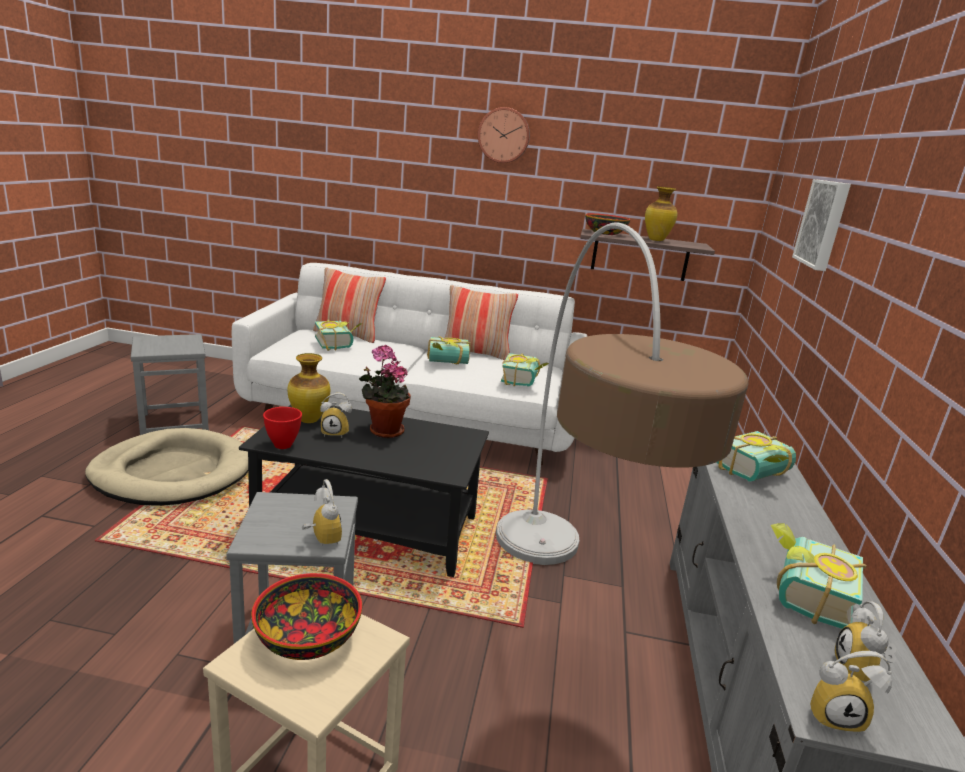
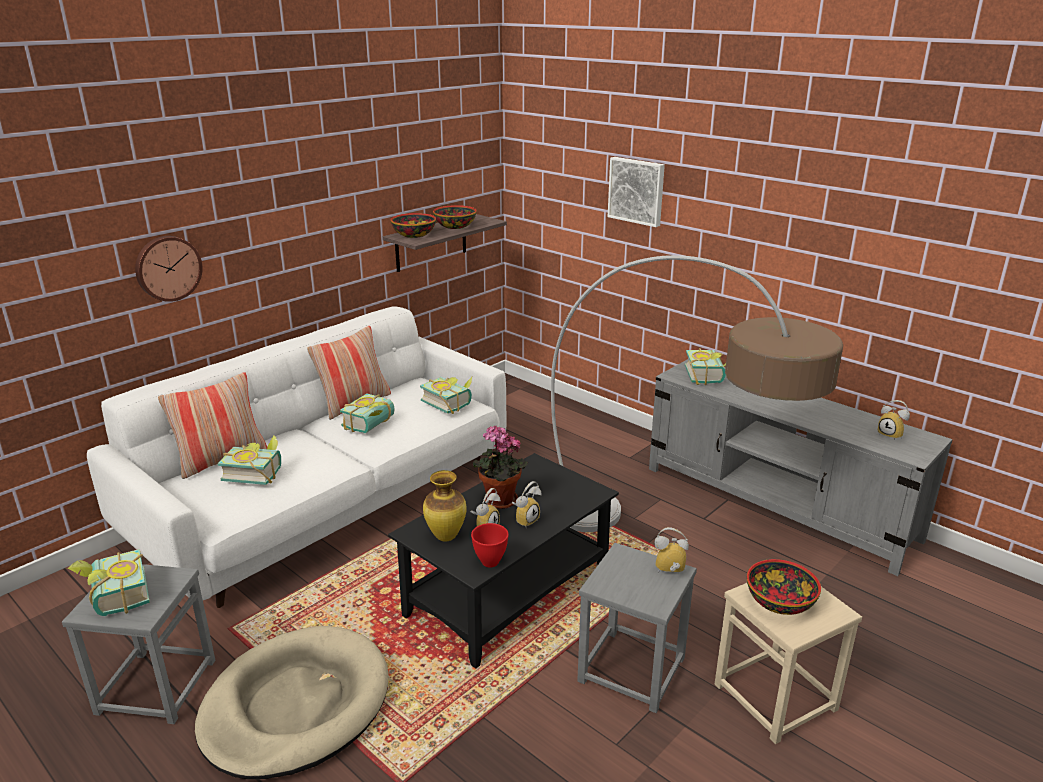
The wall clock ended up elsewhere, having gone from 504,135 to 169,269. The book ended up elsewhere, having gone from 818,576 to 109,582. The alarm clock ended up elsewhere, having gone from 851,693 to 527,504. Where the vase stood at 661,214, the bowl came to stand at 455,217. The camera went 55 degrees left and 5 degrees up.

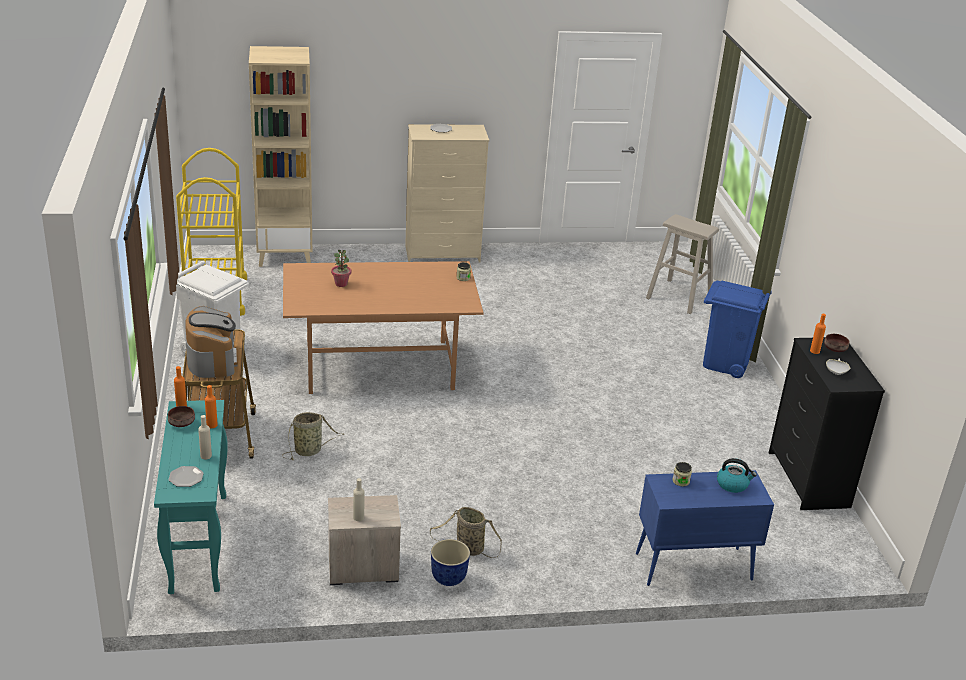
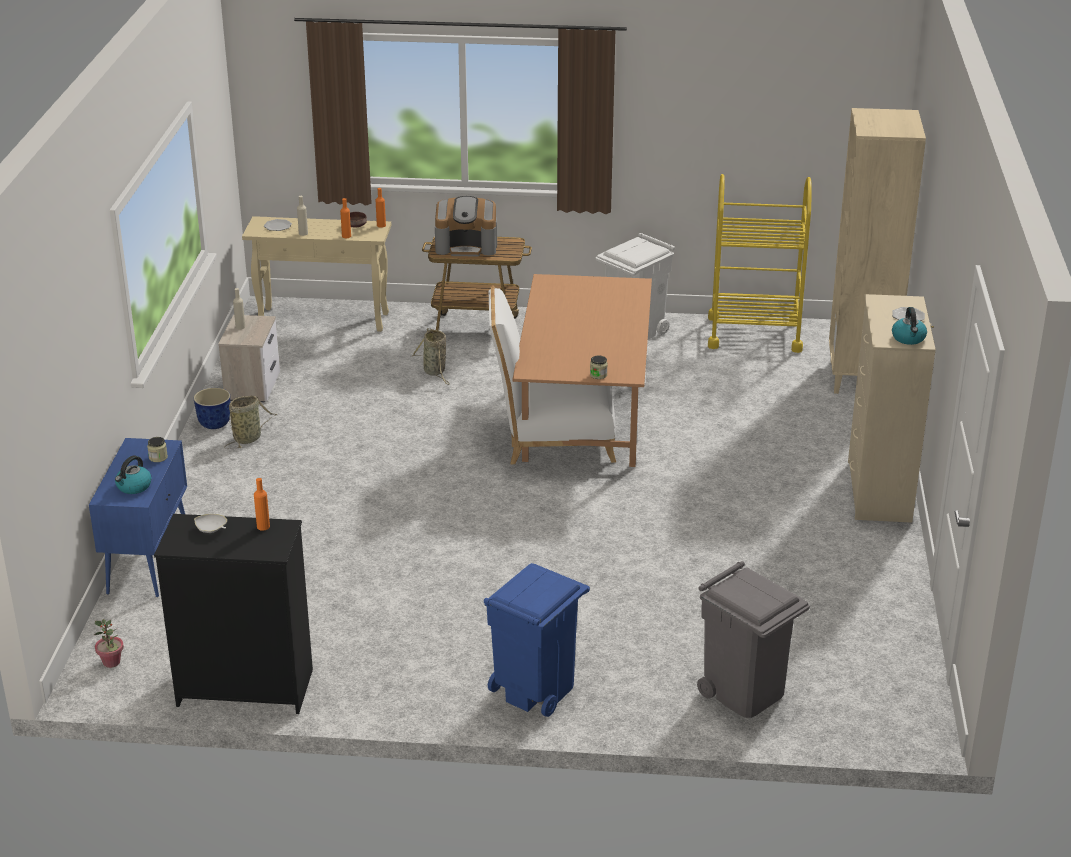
The second view lost the brown bowl at 836,343. The second view gained the white chair at 552,374. The second view gained the kettle at 909,326. The potted plant ended up elsewhere, having gone from 341,268 to 109,643. Where the beige stool stood at 682,264, the grey trash can came to stand at 753,639. What was the turquoise console table at 191,497 turned into the beige console table at 316,274. The camera went 105 degrees right and 0 degrees up.

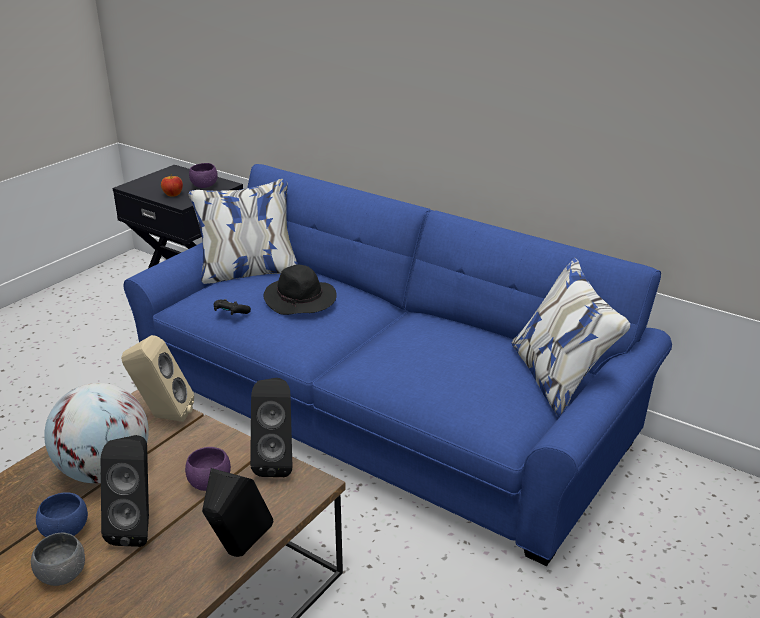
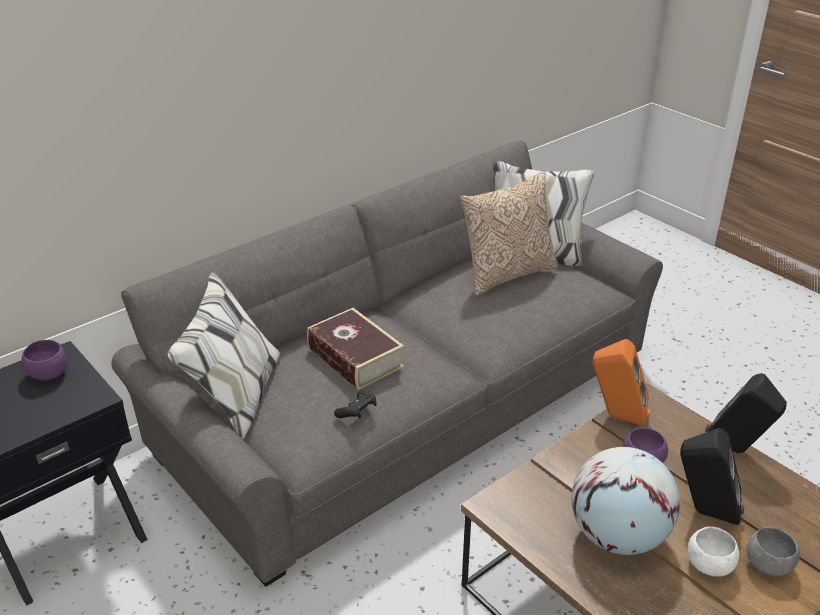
The second view lost the beige speaker at 157,378. The second view lost the apple at 172,185. The second view gained the pillow at 509,233. Where the black hat stood at 300,290, the book came to stand at 355,349. What was the blue bowl at 62,514 turned into the white bowl at 713,551. What was the blue sofa at 397,365 turned into the grey sofa at 387,364. What was the black speaker at 271,427 turned into the orange speaker at 622,382. The camera went 75 degrees left and 5 degrees up.

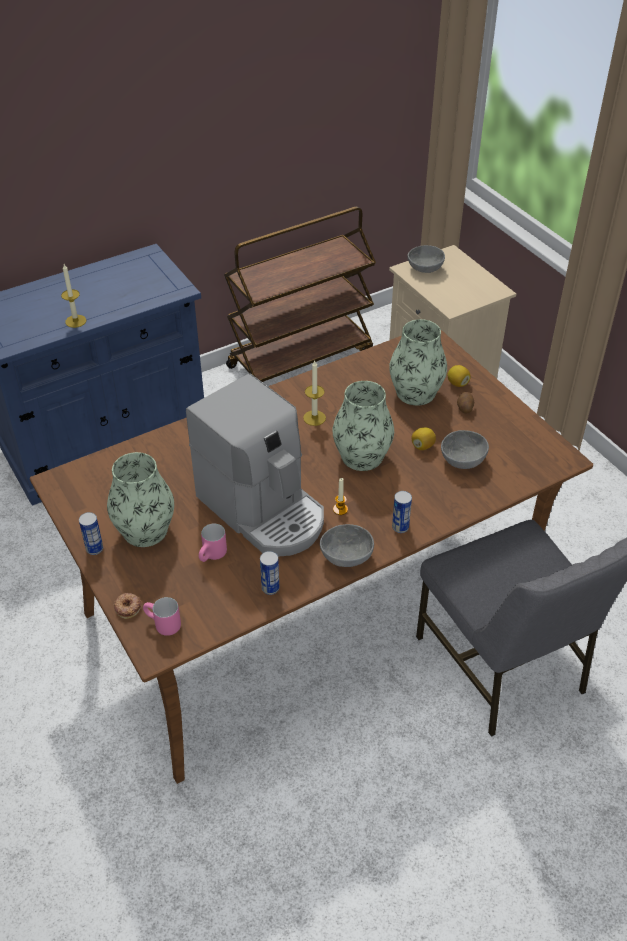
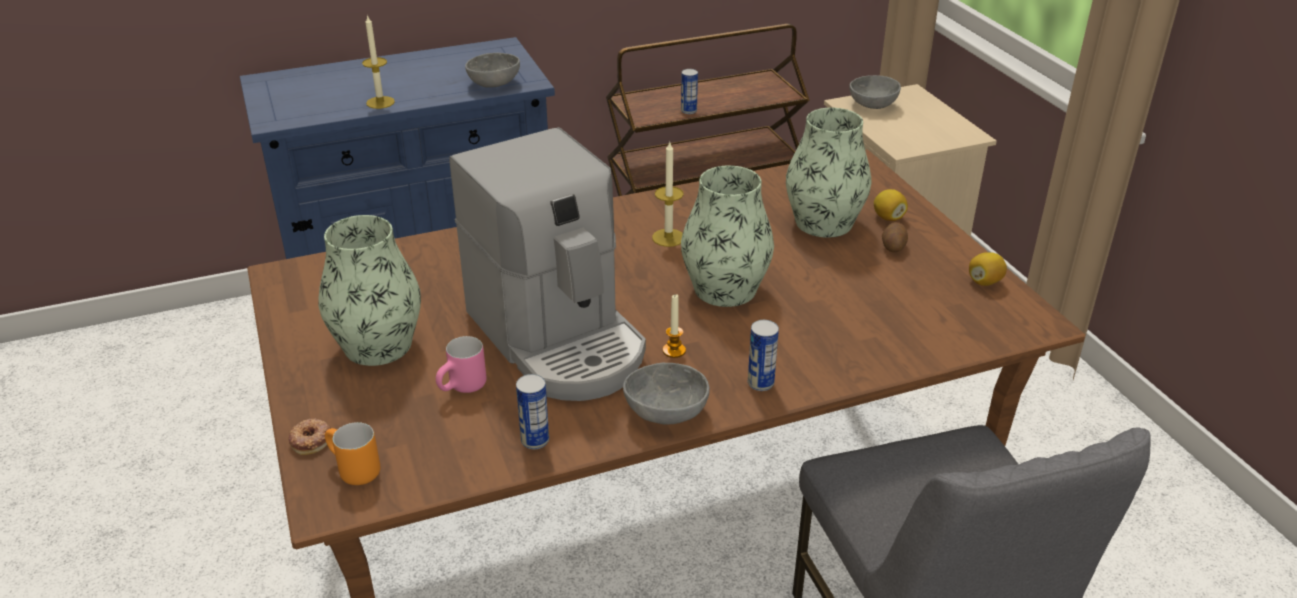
The can ended up elsewhere, having gone from 91,533 to 689,91. The lemon ended up elsewhere, having gone from 424,438 to 988,269. The grey bowl ended up elsewhere, having gone from 465,449 to 492,70. What was the pink mug at 162,616 turned into the orange mug at 352,453. The camera went 10 degrees right and 10 degrees down.

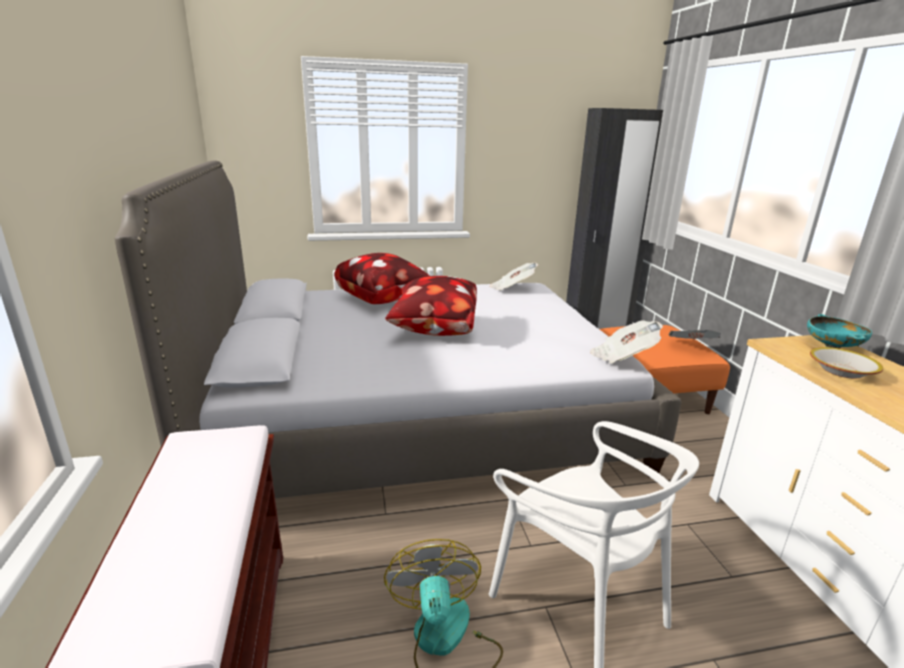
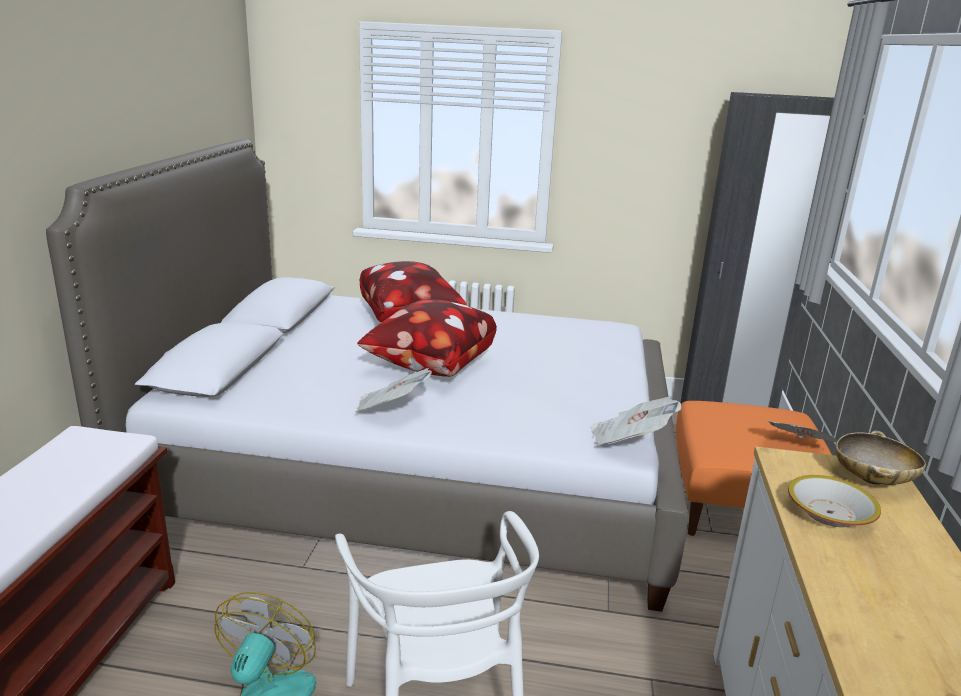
The newspaper ended up elsewhere, having gone from 514,277 to 393,390. What was the turquoise bowl at 839,331 turned into the beige bowl at 880,458. The camera went 20 degrees right and 0 degrees up.

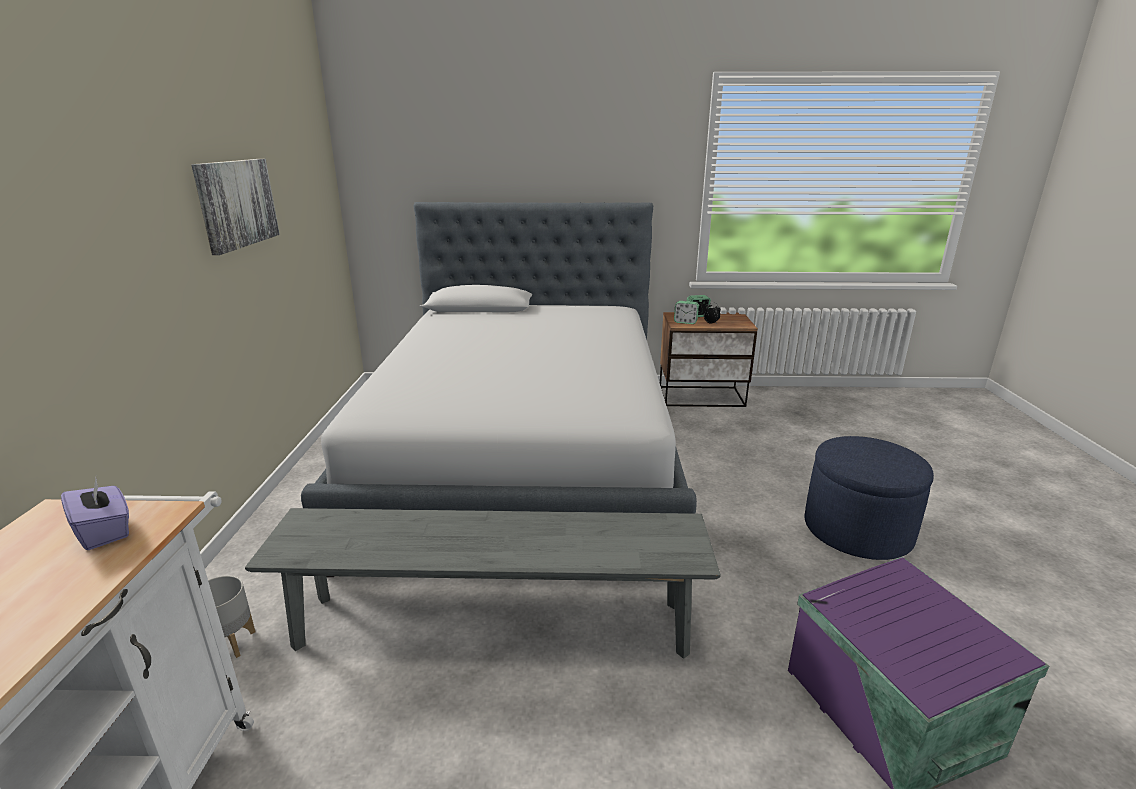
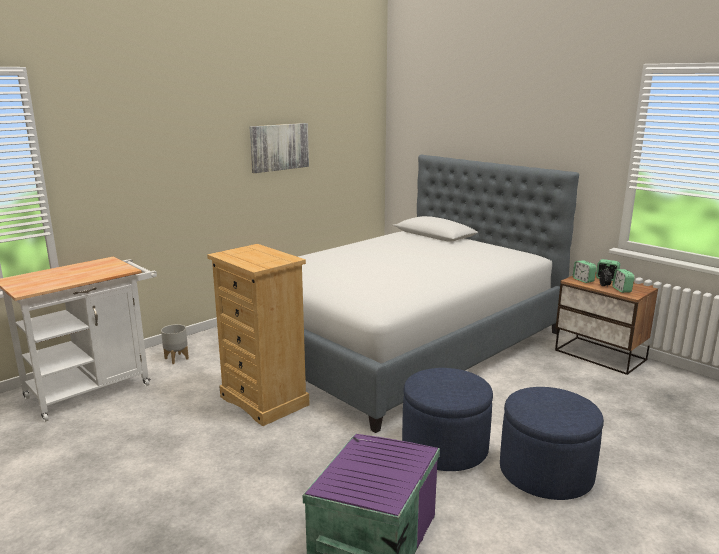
The second view lost the purple tissue box at 95,514. The second view gained the blue ottoman at 447,419. The second view gained the alarm clock at 623,281. Where the grey bench stood at 483,583, the beige dresser came to stand at 258,335. The camera went 45 degrees right and 5 degrees down.

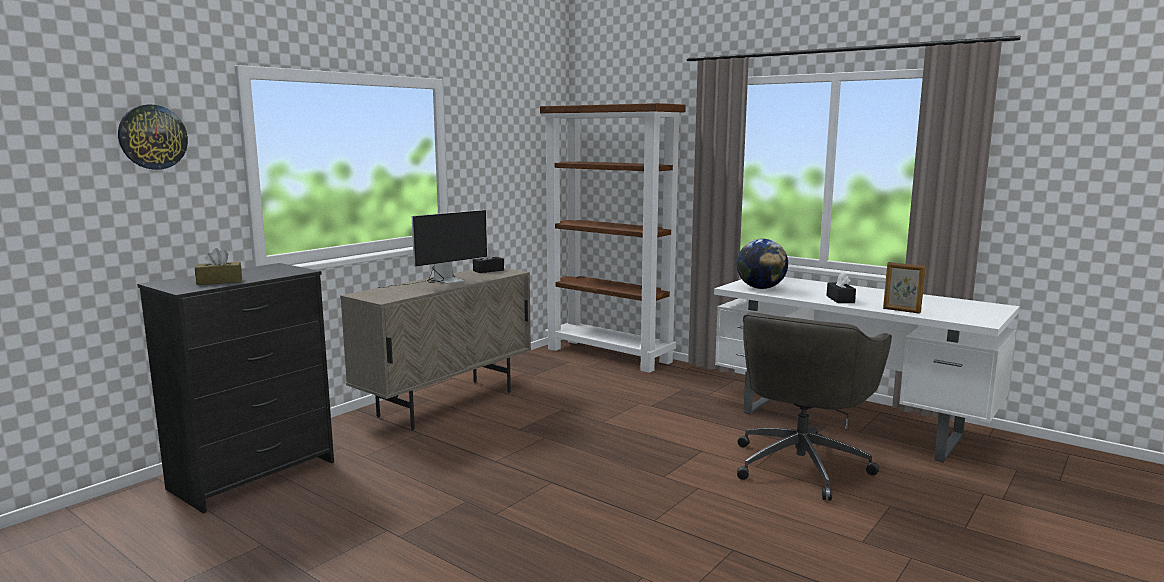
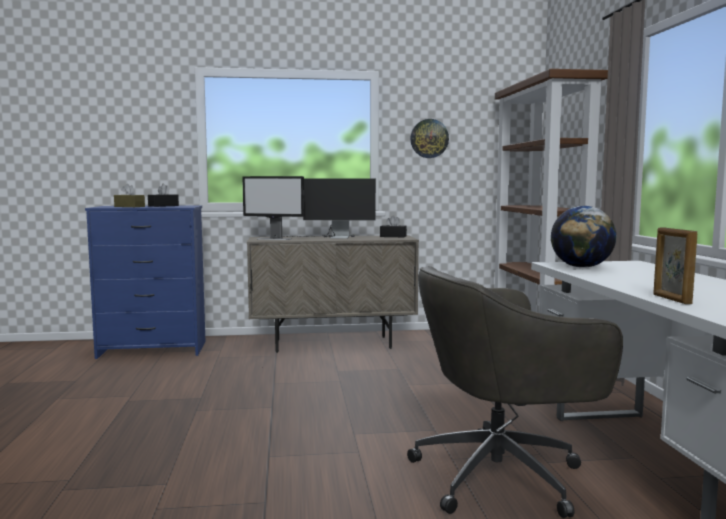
The second view gained the monitor at 273,208. The wall clock ended up elsewhere, having gone from 153,137 to 429,138. The black tissue box ended up elsewhere, having gone from 841,287 to 163,195. What was the black dresser at 235,388 turned into the blue dresser at 145,282. The camera went 45 degrees right and 5 degrees down.

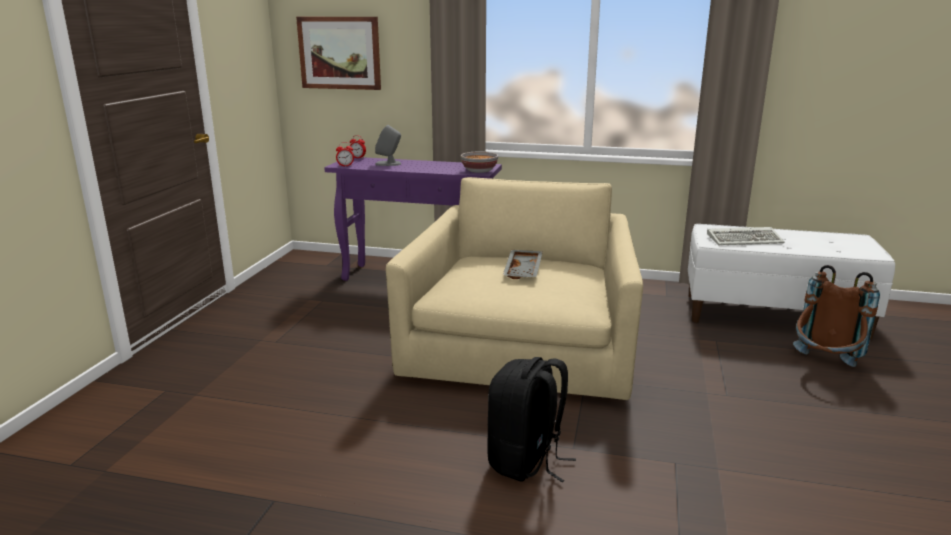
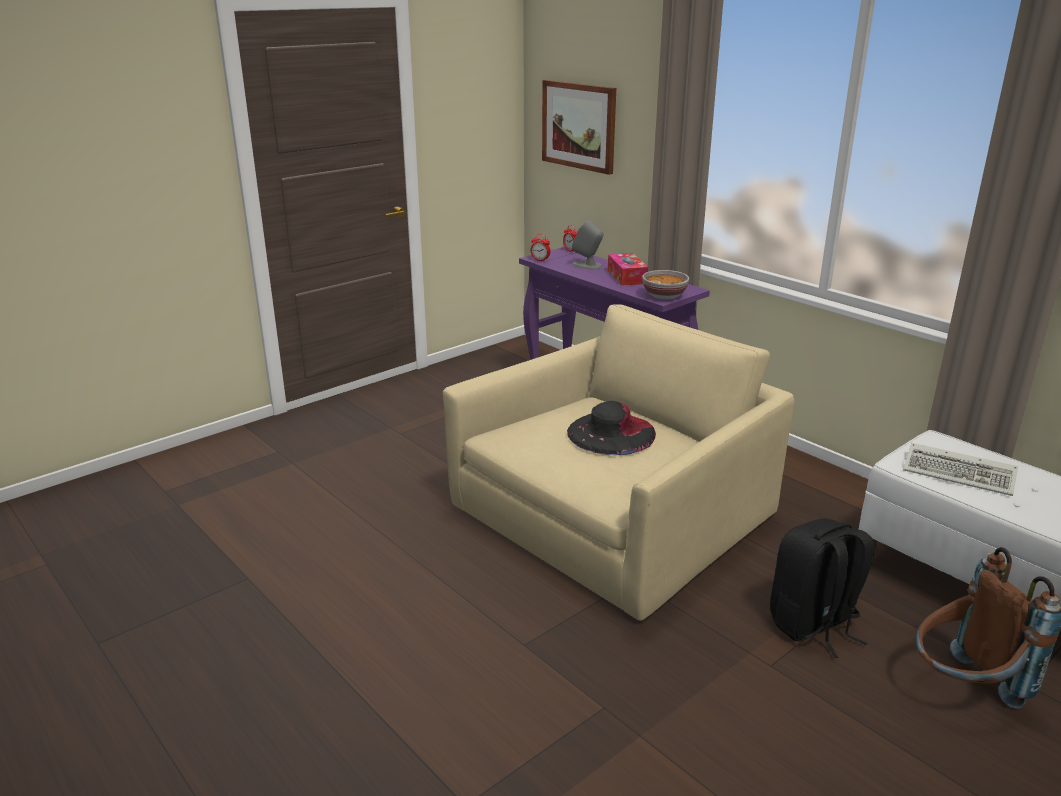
The second view gained the tissue box at 628,269. The black backpack ended up elsewhere, having gone from 532,419 to 822,588. Where the grey tray stood at 523,264, the black hat came to stand at 611,428. The camera went 35 degrees right and 5 degrees up.

